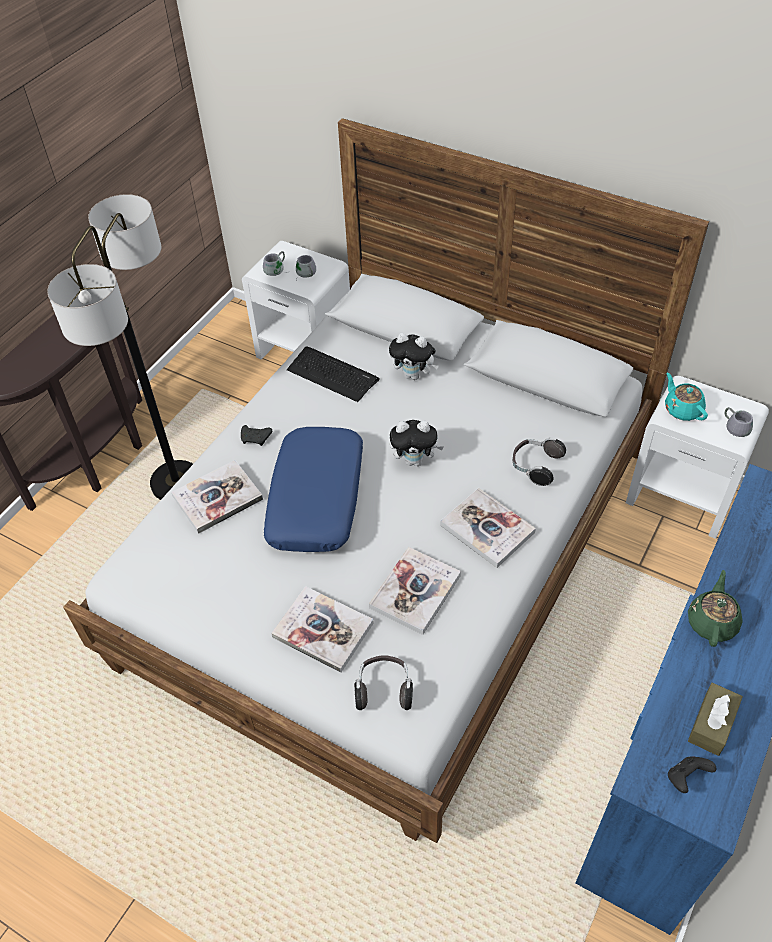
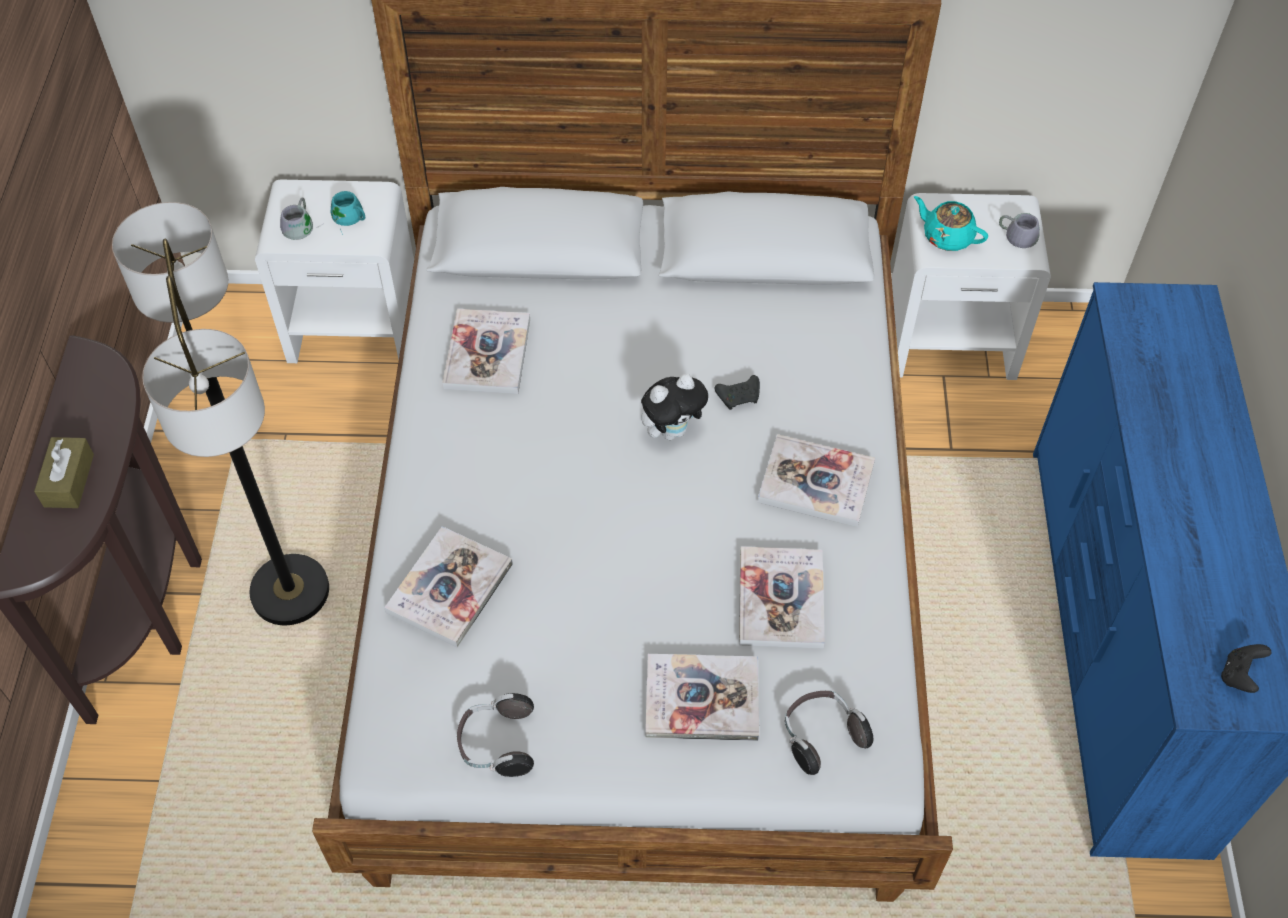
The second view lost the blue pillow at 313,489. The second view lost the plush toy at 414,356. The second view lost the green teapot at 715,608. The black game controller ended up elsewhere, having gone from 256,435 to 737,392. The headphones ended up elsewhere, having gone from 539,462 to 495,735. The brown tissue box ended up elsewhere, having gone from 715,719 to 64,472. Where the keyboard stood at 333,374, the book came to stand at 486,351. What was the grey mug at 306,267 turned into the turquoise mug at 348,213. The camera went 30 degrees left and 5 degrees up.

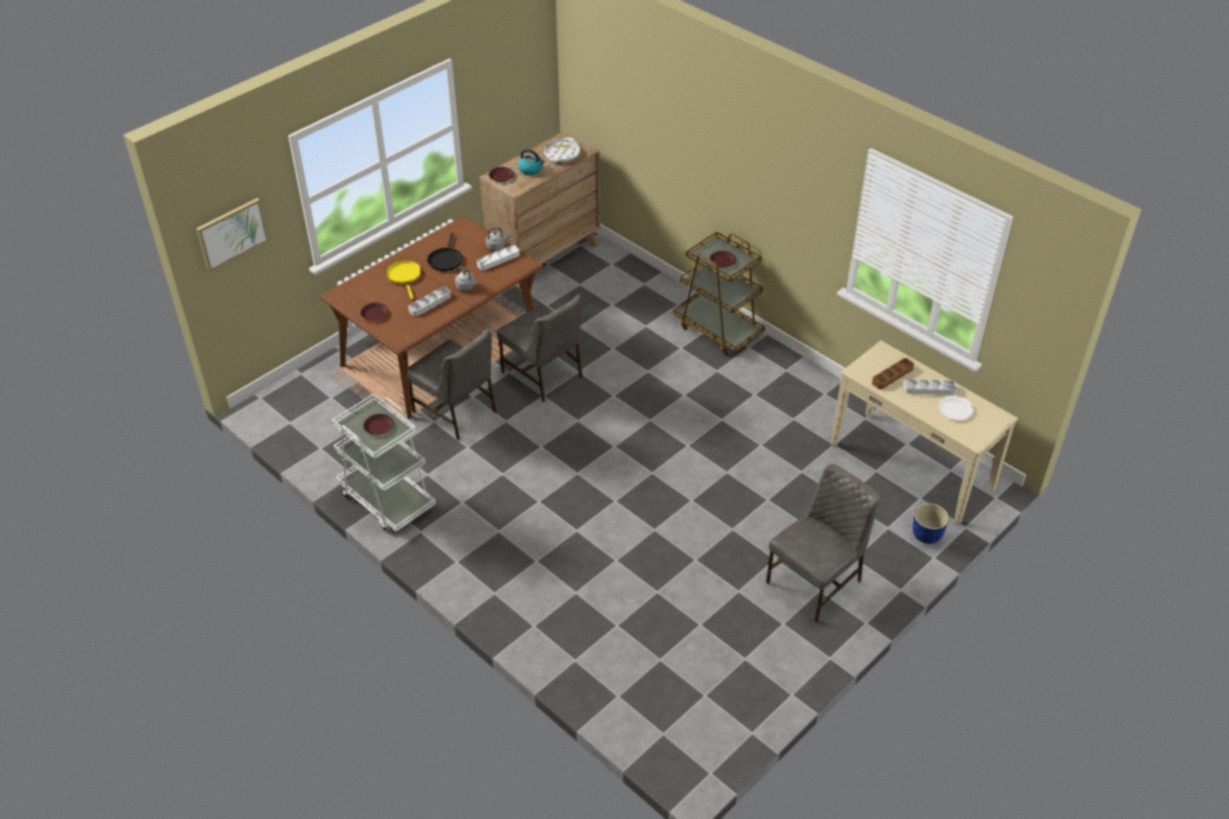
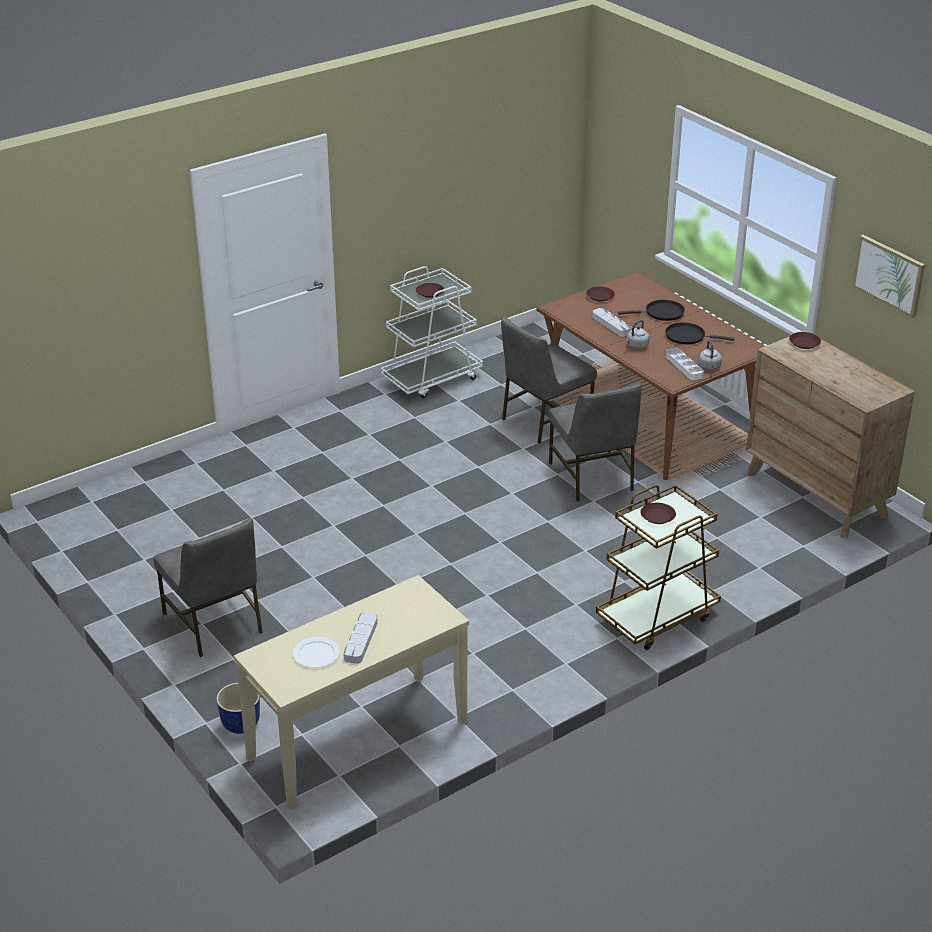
The second view lost the kettle at 531,162. The second view lost the white tray at 562,150. The second view lost the brown tray at 893,373. The picture ended up elsewhere, having gone from 232,235 to 888,276. What was the yellow frying pan at 403,279 turned into the black frying pan at 651,310. The grey chair at 540,348 ended up facing another way, 75 degrees counterclockwise from before. The camera went 100 degrees right and 10 degrees down.

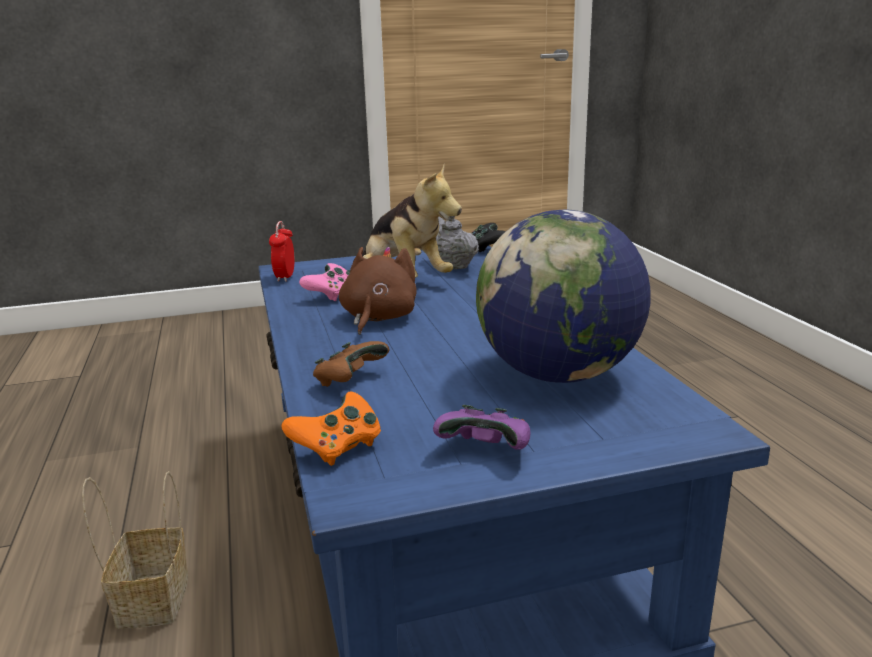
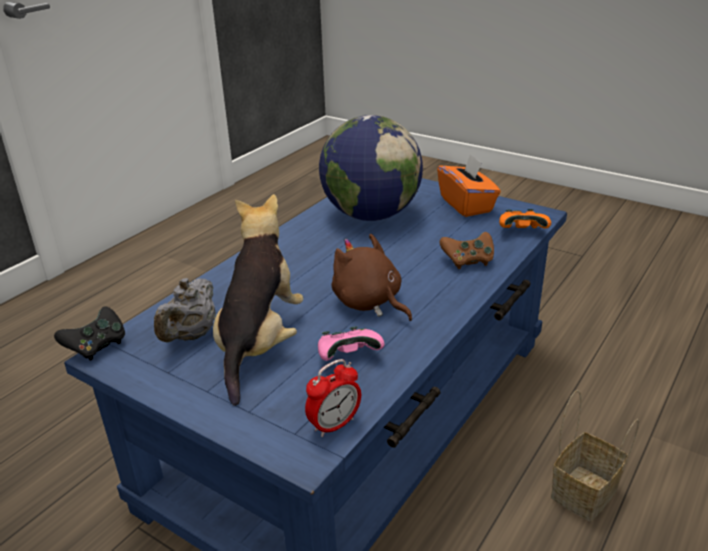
Where the purple game controller stood at 481,427, the orange tissue box came to stand at 469,185. The brown plush toy at 378,291 ended up facing another way, 75 degrees clockwise from before. The camera went 130 degrees left and 10 degrees up.

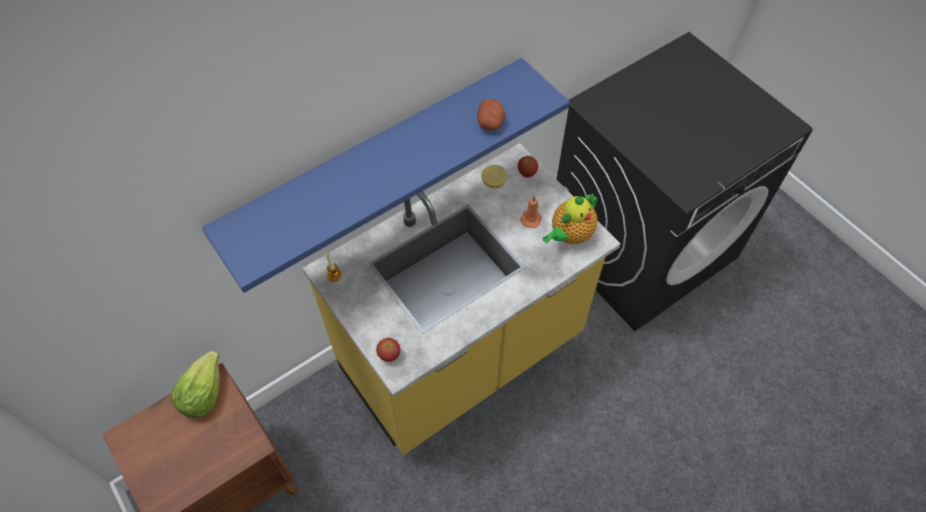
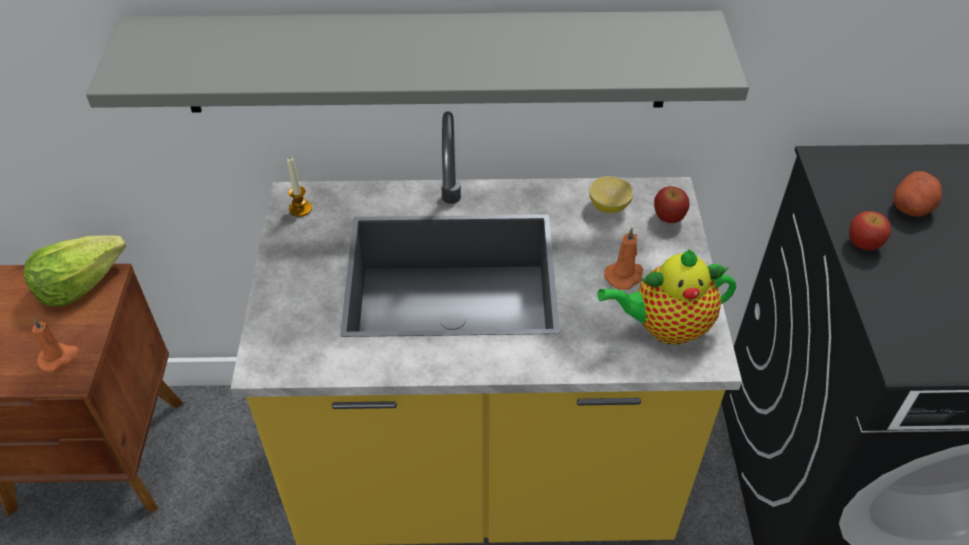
The second view gained the orange candle at 55,345. The apple ended up elsewhere, having gone from 388,350 to 870,230. The potato ended up elsewhere, having gone from 491,114 to 918,194. What was the blue shelf at 385,175 turned into the grey shelf at 417,62. The camera went 35 degrees right and 10 degrees down.

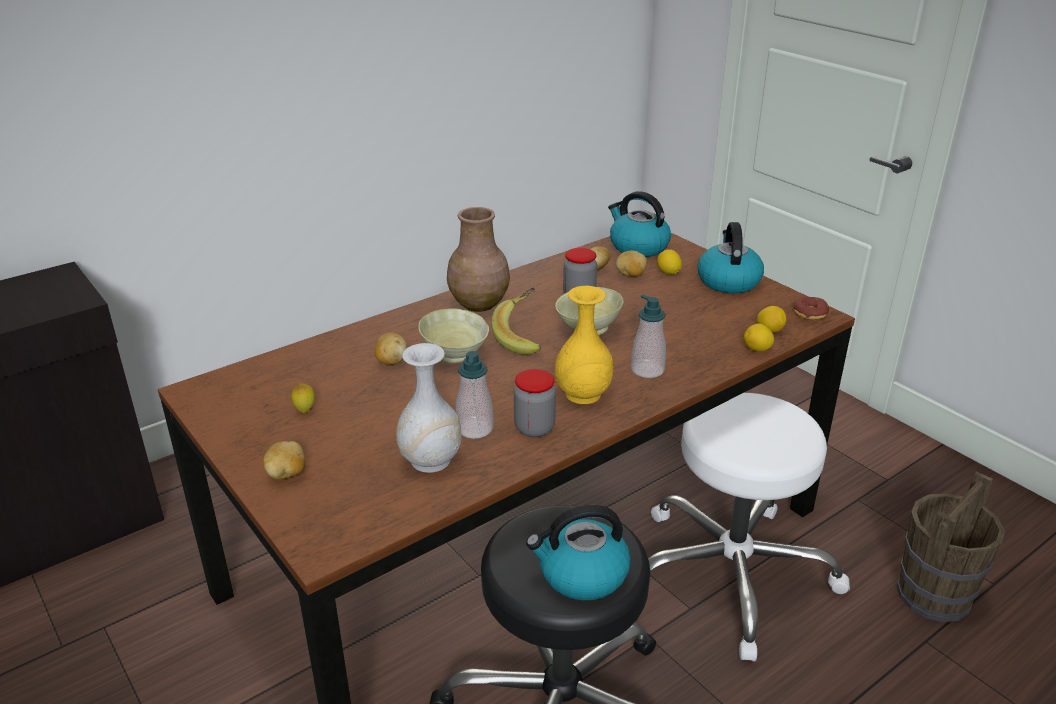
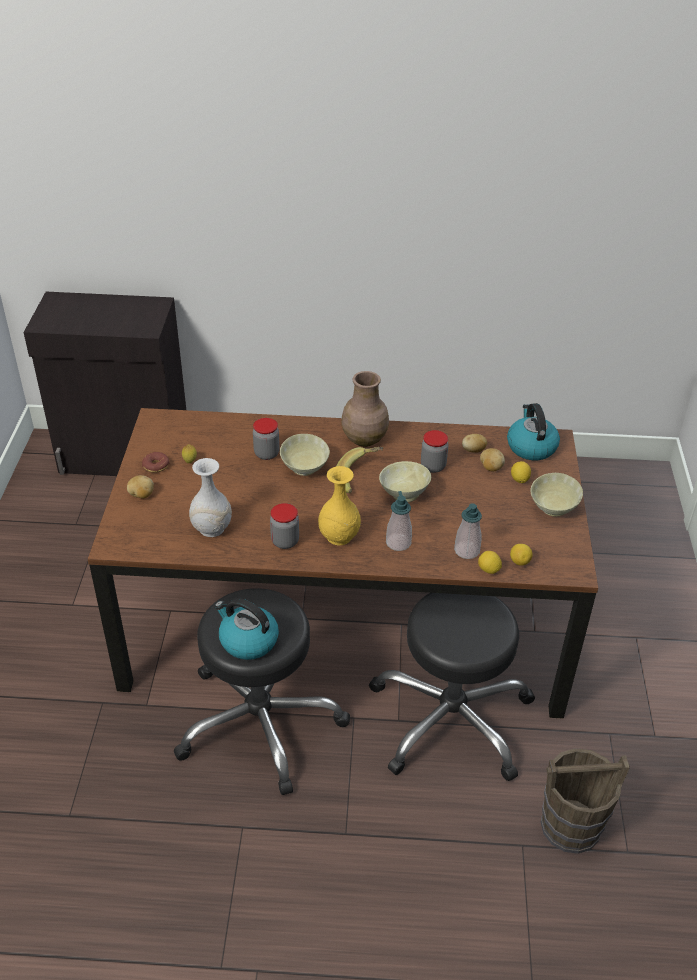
The soap dispenser ended up elsewhere, having gone from 475,395 to 468,531. The donut ended up elsewhere, having gone from 811,308 to 156,462. Where the potato stood at 391,349, the jar came to stand at 266,439. Where the kettle stood at 731,258, the beige bowl came to stand at 556,494. What was the white stool at 749,527 turned into the black stool at 452,687. The camera went 40 degrees right and 10 degrees up.

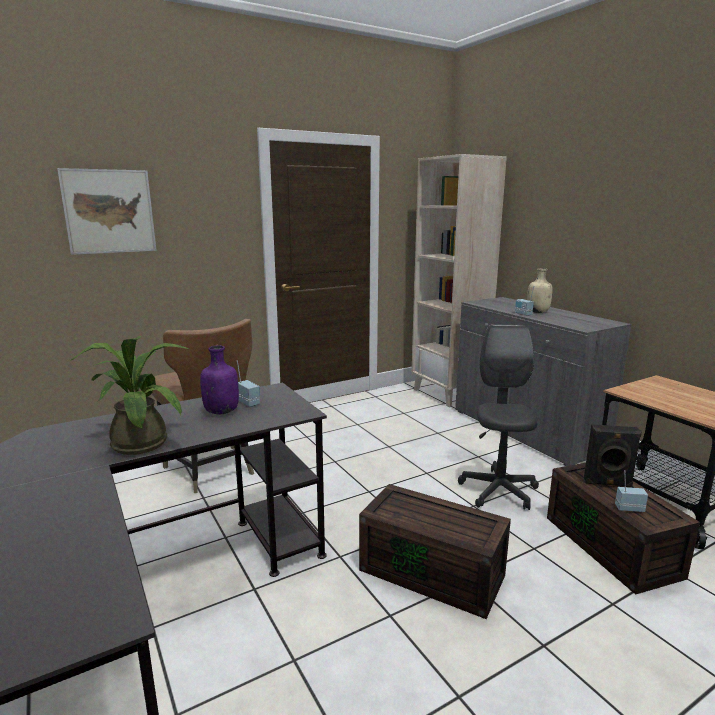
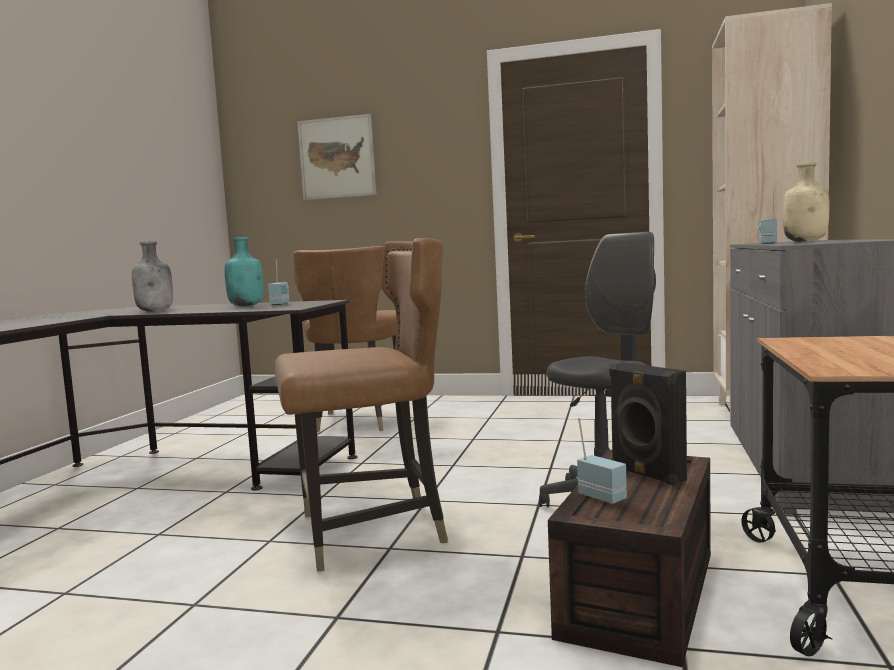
Where the potted plant stood at 130,395, the grey bottle came to stand at 152,277. Where the brown storage box stood at 435,551, the brown chair came to stand at 361,405. What was the purple bottle at 219,379 turned into the turquoise bottle at 244,272. The camera went 45 degrees right and 10 degrees down.

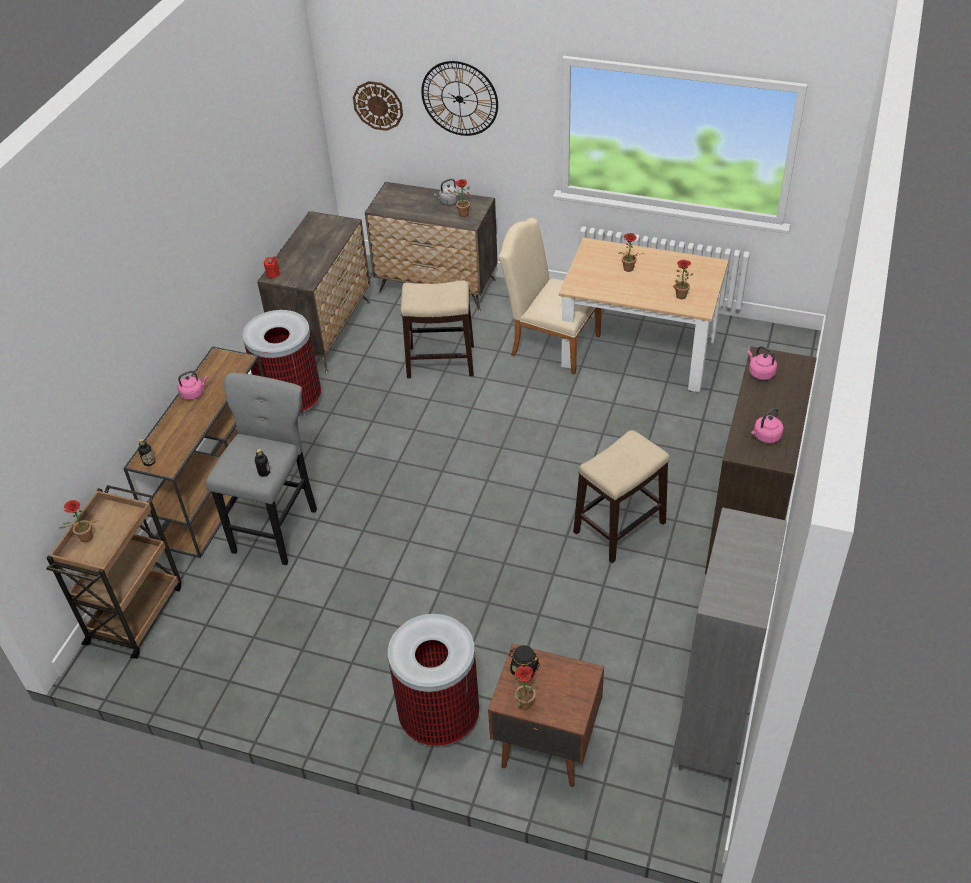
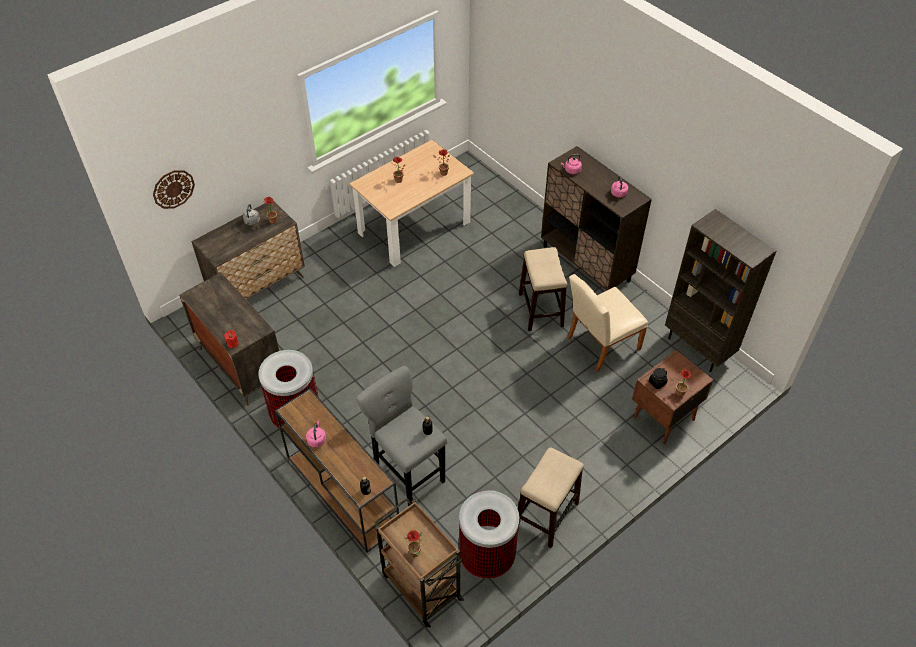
The second view lost the wall clock at 459,98. The trash can ended up elsewhere, having gone from 433,680 to 489,534. The stool ended up elsewhere, having gone from 437,329 to 551,497. The beige chair ended up elsewhere, having gone from 550,296 to 607,323. What was the grey bookcase at 730,645 turned into the brown bookcase at 720,290. The camera went 60 degrees left and 5 degrees up.

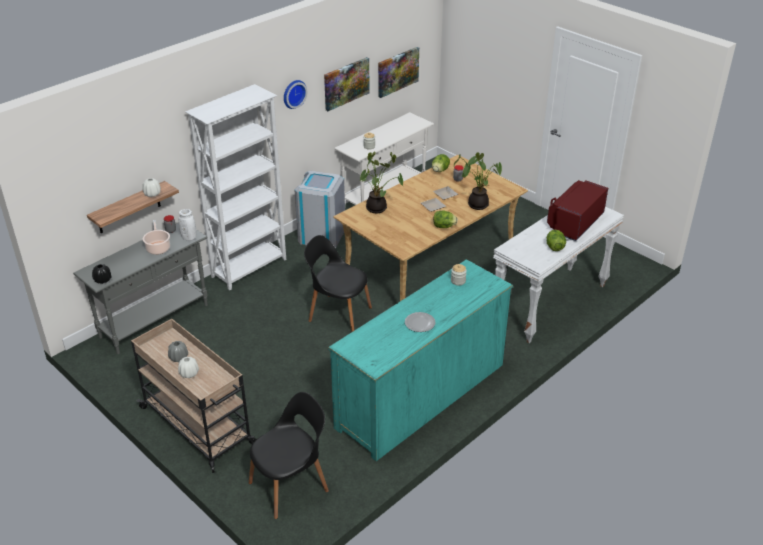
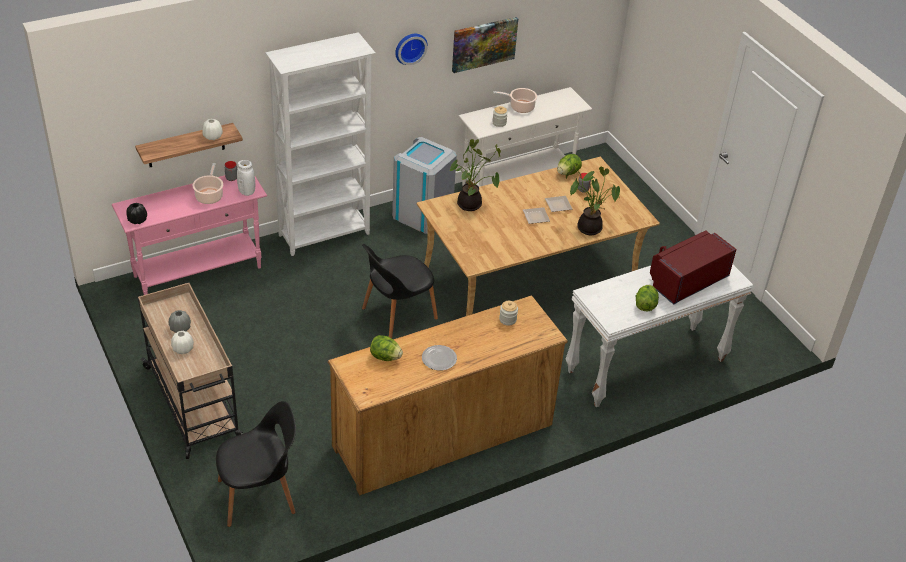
The second view lost the picture at 398,72. The second view gained the cooking pot at 515,100. The lettuce ended up elsewhere, having gone from 445,219 to 386,348. What was the grey console table at 140,288 turned into the pink console table at 189,235. What was the turquoise dresser at 420,360 turned into the brown dresser at 448,395. The black chair at 338,283 ended up facing another way, 75 degrees counterclockwise from before. The camera went 15 degrees right and 5 degrees up.

